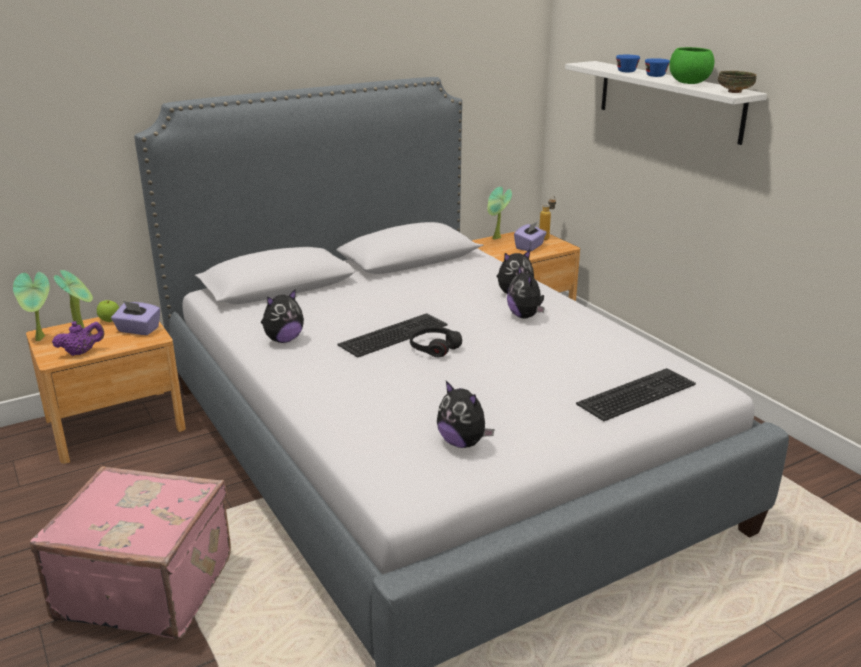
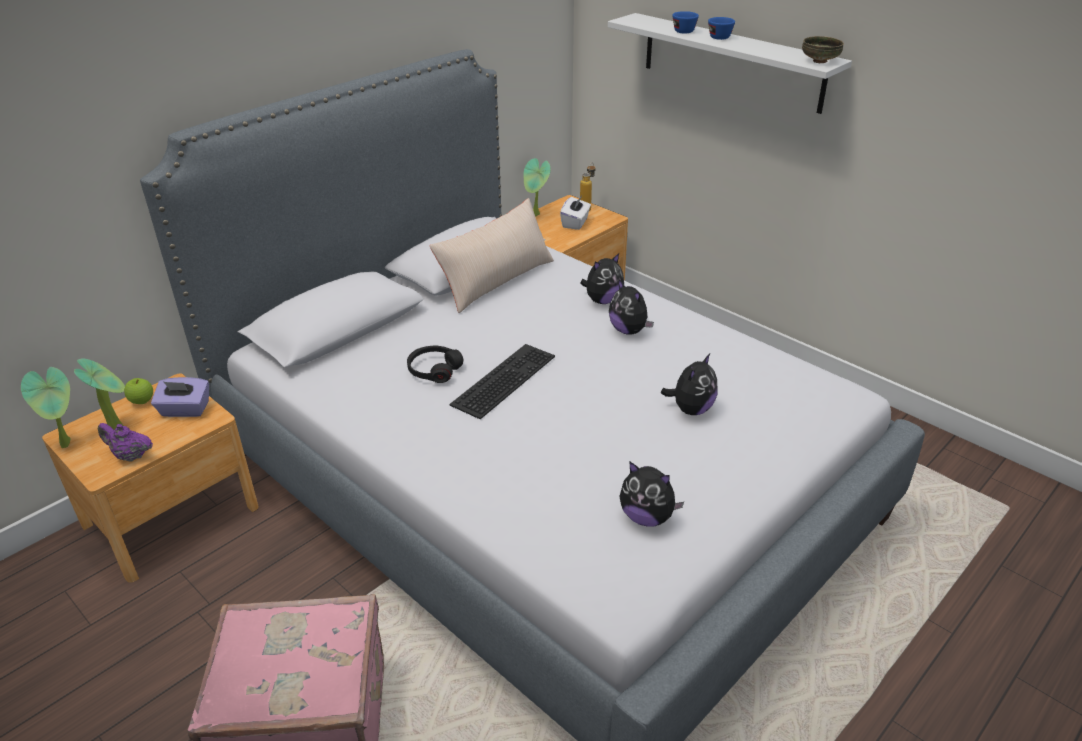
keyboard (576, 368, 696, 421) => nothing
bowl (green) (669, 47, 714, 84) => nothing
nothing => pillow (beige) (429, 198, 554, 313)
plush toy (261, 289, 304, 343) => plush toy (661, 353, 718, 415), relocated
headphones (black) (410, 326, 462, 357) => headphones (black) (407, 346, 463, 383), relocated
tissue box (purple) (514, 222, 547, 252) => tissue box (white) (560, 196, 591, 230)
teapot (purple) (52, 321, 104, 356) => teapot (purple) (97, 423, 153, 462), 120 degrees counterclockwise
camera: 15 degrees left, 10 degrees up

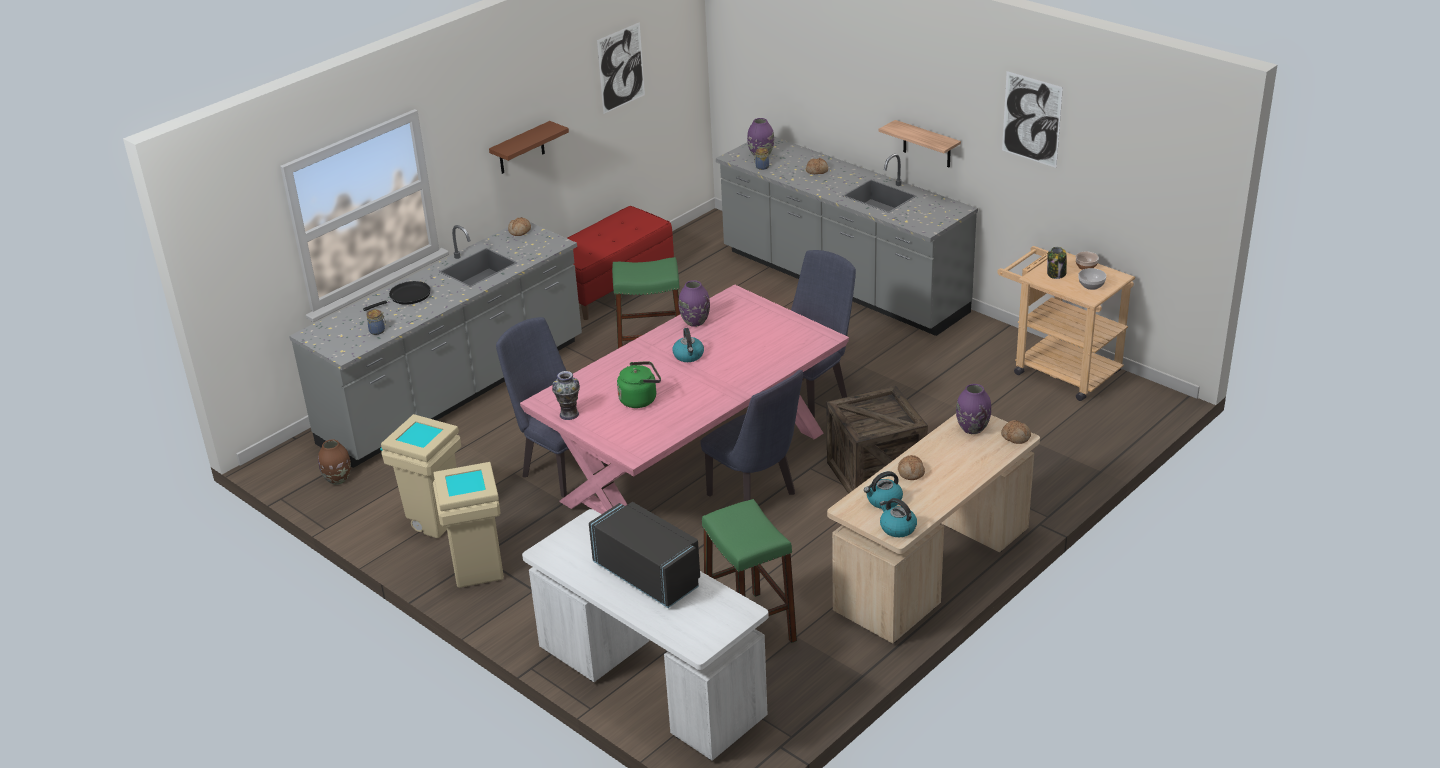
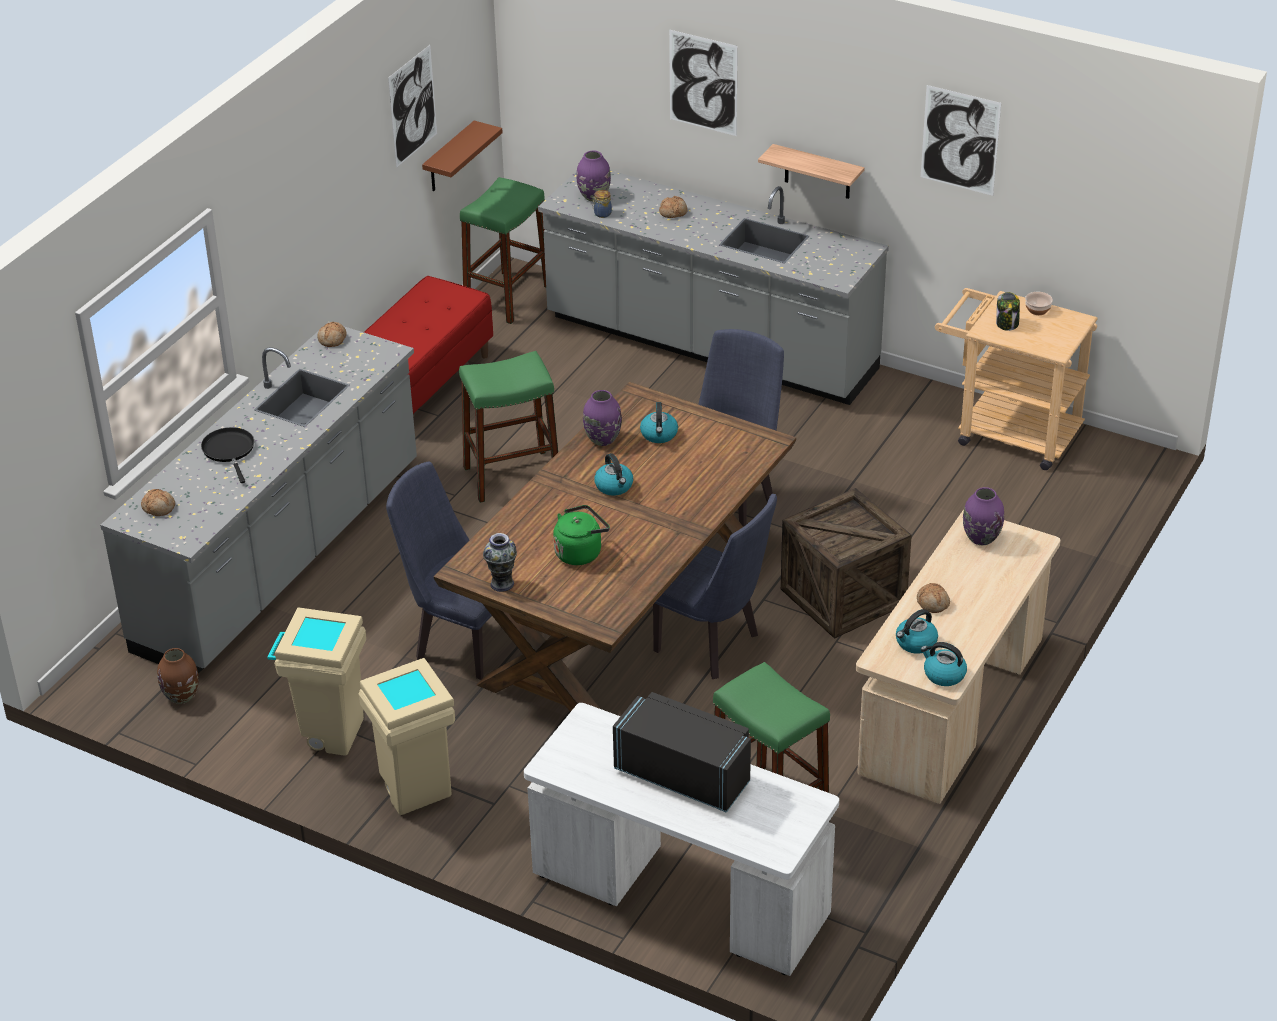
jar (366, 310, 386, 335) => nothing
bowl (1079, 268, 1106, 290) => nothing
nothing => stool (green) (460, 177, 546, 324)
nothing => kettle (640, 402, 678, 443)
nothing => picture (669, 30, 738, 136)
shelf (brown) (489, 121, 569, 174) => shelf (brown) (422, 121, 503, 191), relocated
bread (1001, 420, 1031, 444) => bread (141, 489, 175, 516), relocated
dining table (pink) (520, 284, 849, 514) => dining table (brown) (434, 382, 796, 712)
frying pan (black) (363, 281, 431, 311) => frying pan (black) (201, 427, 254, 483), 60 degrees counterclockwise
camera: 15 degrees left, 5 degrees up

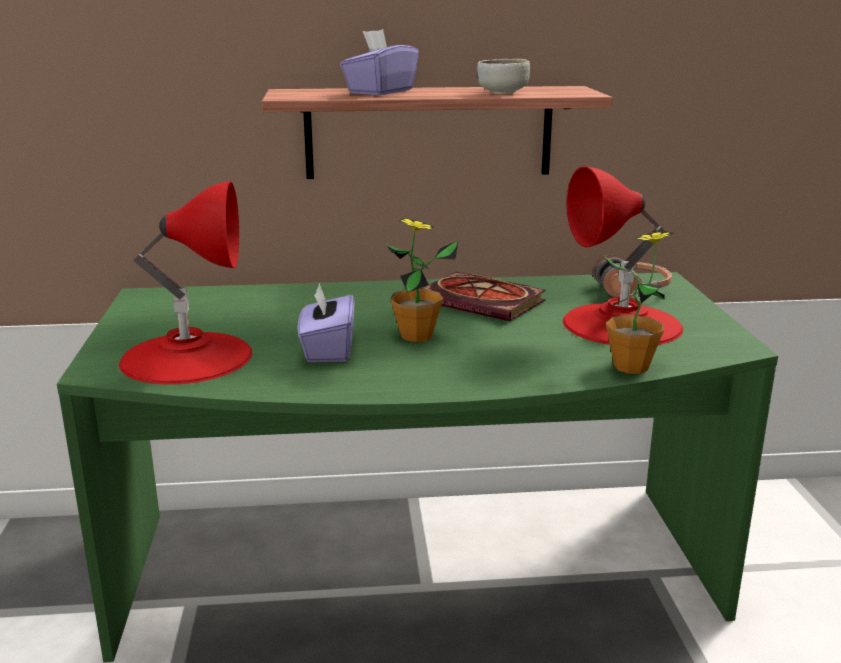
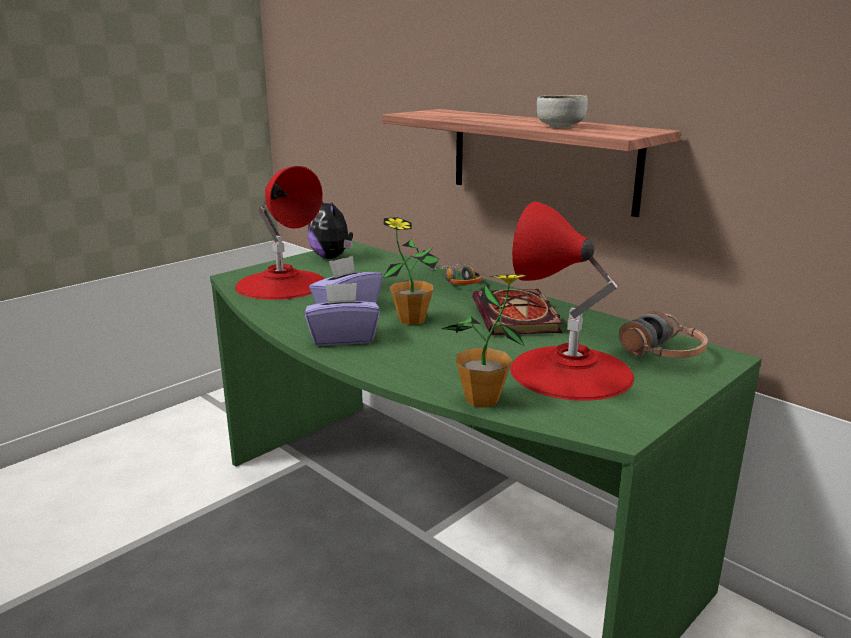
nothing => plush toy (308, 201, 353, 259)
nothing => headphones (429, 263, 482, 285)
tissue box (purple) (340, 29, 419, 95) => tissue box (purple) (305, 283, 380, 346), relocated
camera: 50 degrees right, 0 degrees up

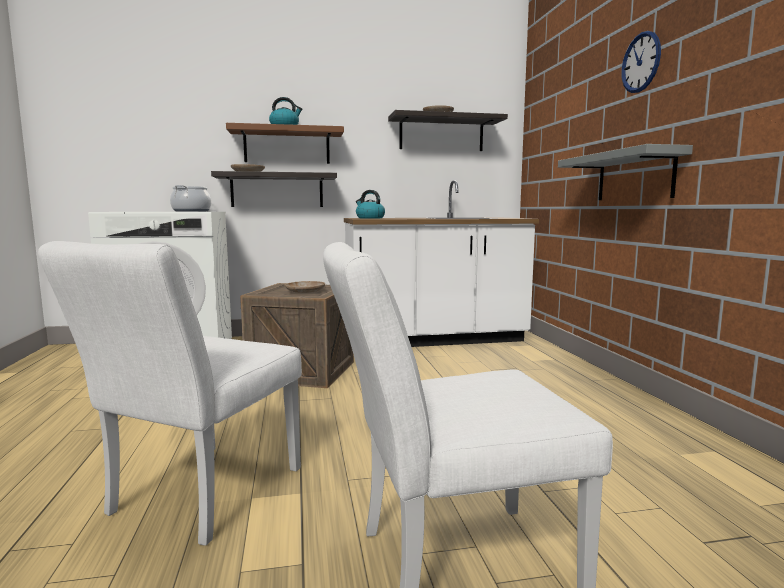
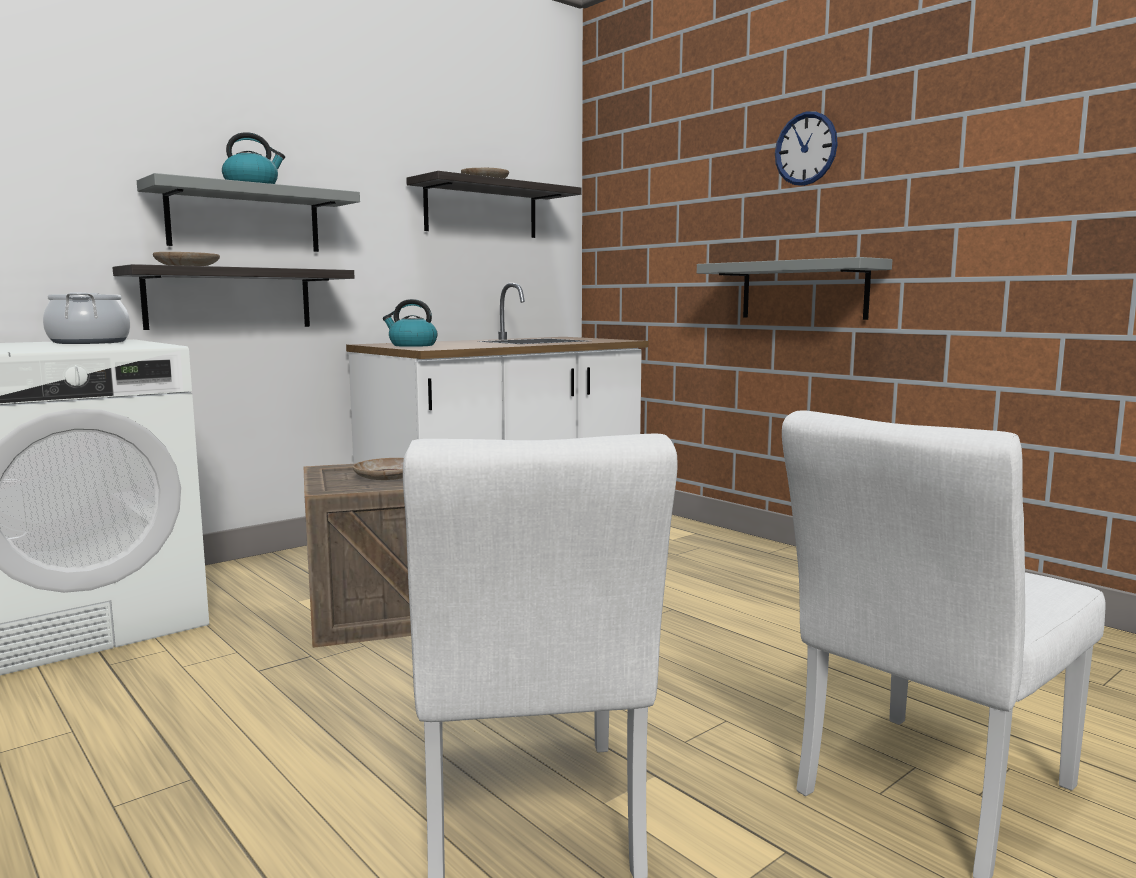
shelf (brown) (226, 123, 344, 164) => shelf (grey) (137, 173, 360, 252)
camera: 30 degrees left, 0 degrees up

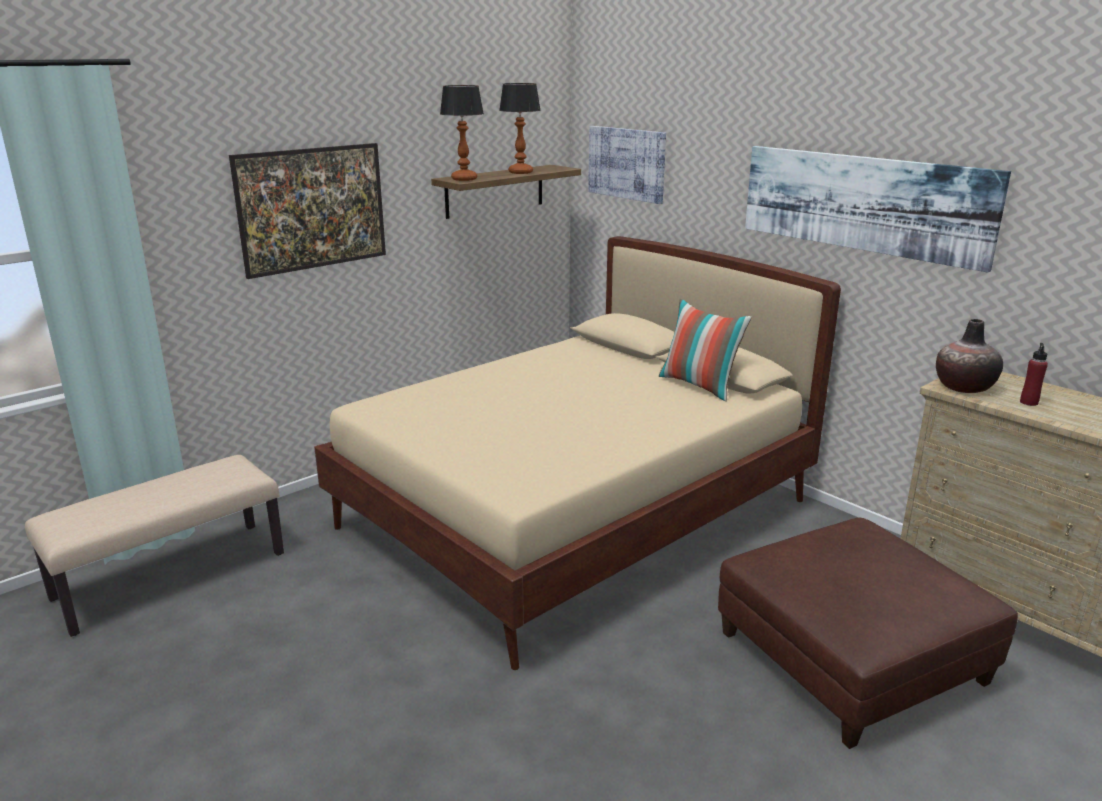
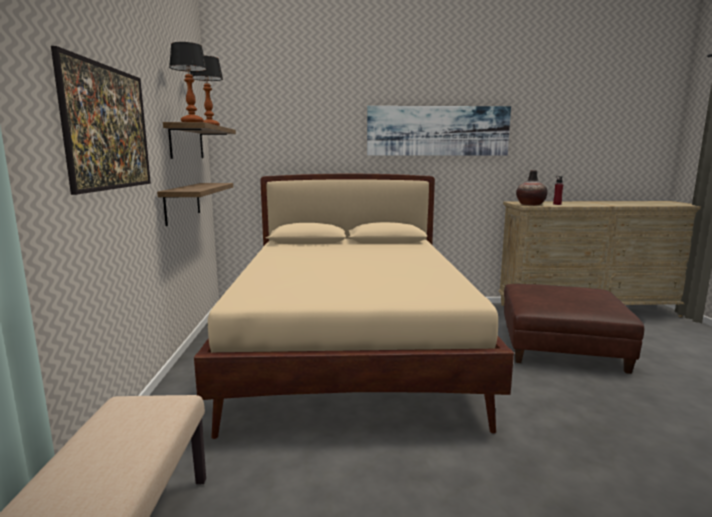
picture (588, 126, 666, 204) => nothing
pillow (659, 299, 752, 401) => nothing
nothing => shelf (157, 183, 233, 226)
camera: 50 degrees left, 10 degrees down

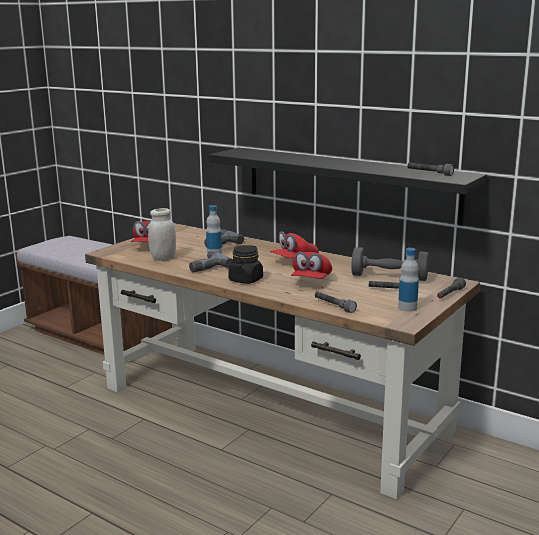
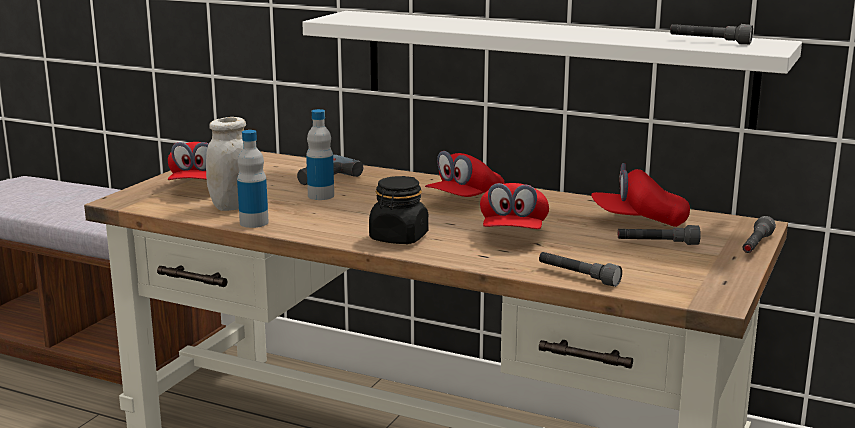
power drill (189, 251, 233, 272) => nothing
bottle (398, 248, 419, 312) => bottle (237, 130, 269, 228), relocated
dumbbell (grey) (351, 247, 429, 281) => cap (red) (591, 163, 690, 227)
shelf (black) (209, 148, 487, 226) => shelf (white) (302, 11, 802, 129)
camera: 10 degrees left, 0 degrees up

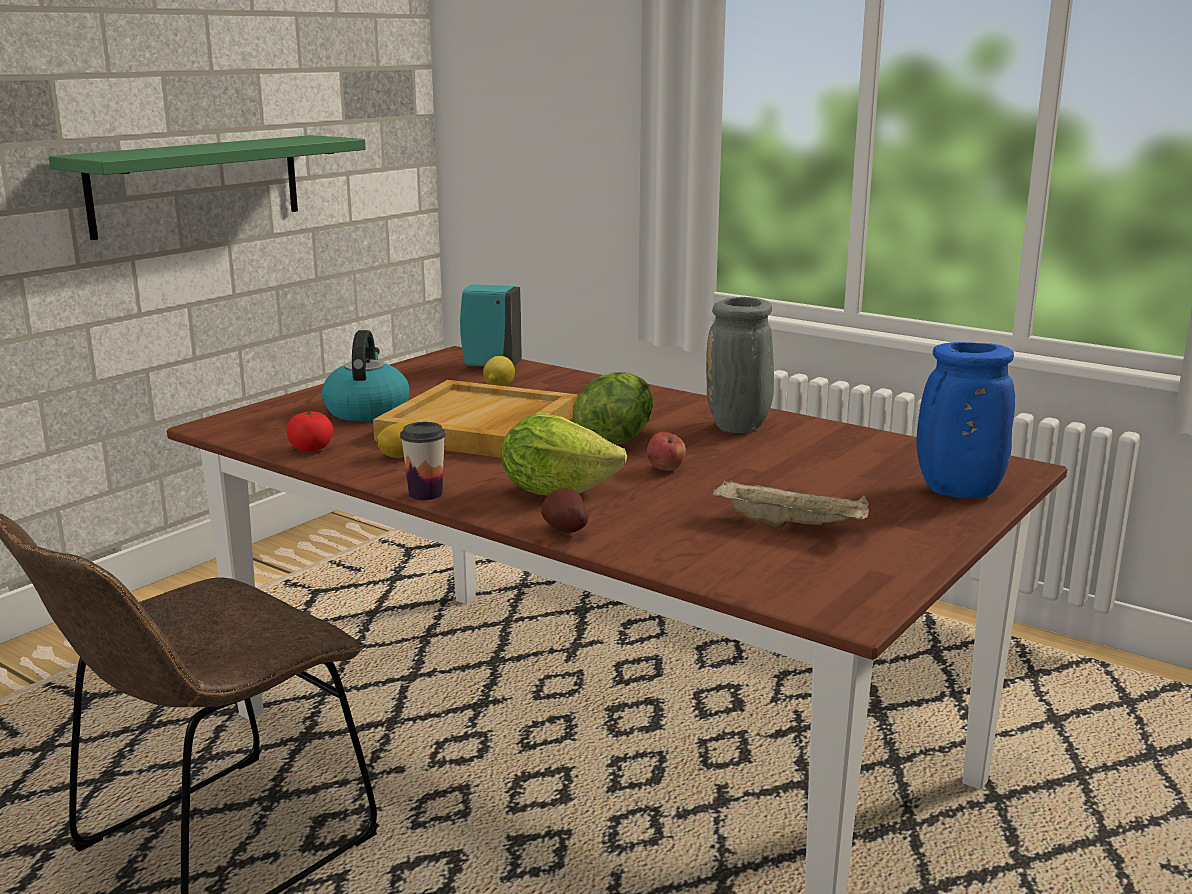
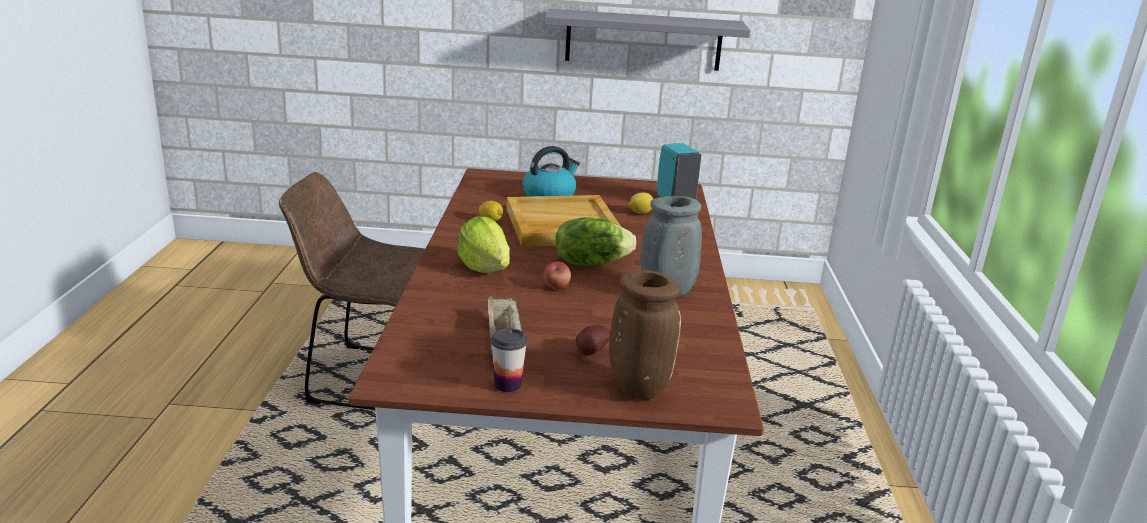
tomato (287, 411, 333, 452) => nothing
cup (400, 422, 446, 500) => cup (491, 328, 527, 392), relocated
potato (541, 488, 588, 533) => potato (576, 325, 610, 356), relocated
shelf (green) (49, 135, 366, 240) => shelf (grey) (544, 9, 750, 71)
vase (blue) (917, 342, 1015, 498) => vase (brown) (609, 270, 681, 400)
camera: 55 degrees right, 5 degrees up

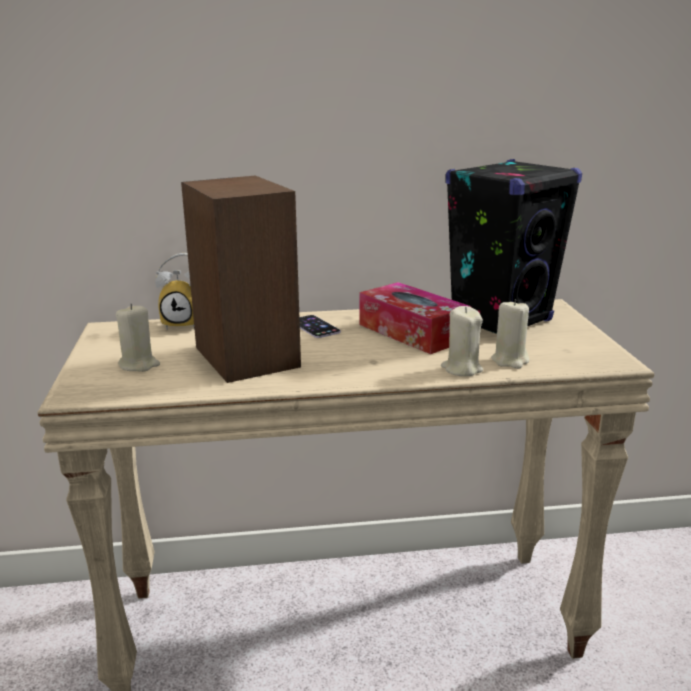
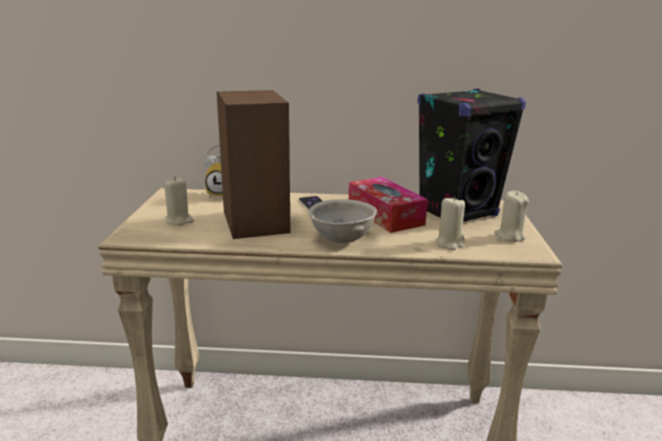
nothing => bowl (grey) (308, 199, 377, 243)
candle (beige) (441, 306, 483, 376) => candle (beige) (494, 191, 529, 242), relocated
camera: 10 degrees right, 0 degrees up

